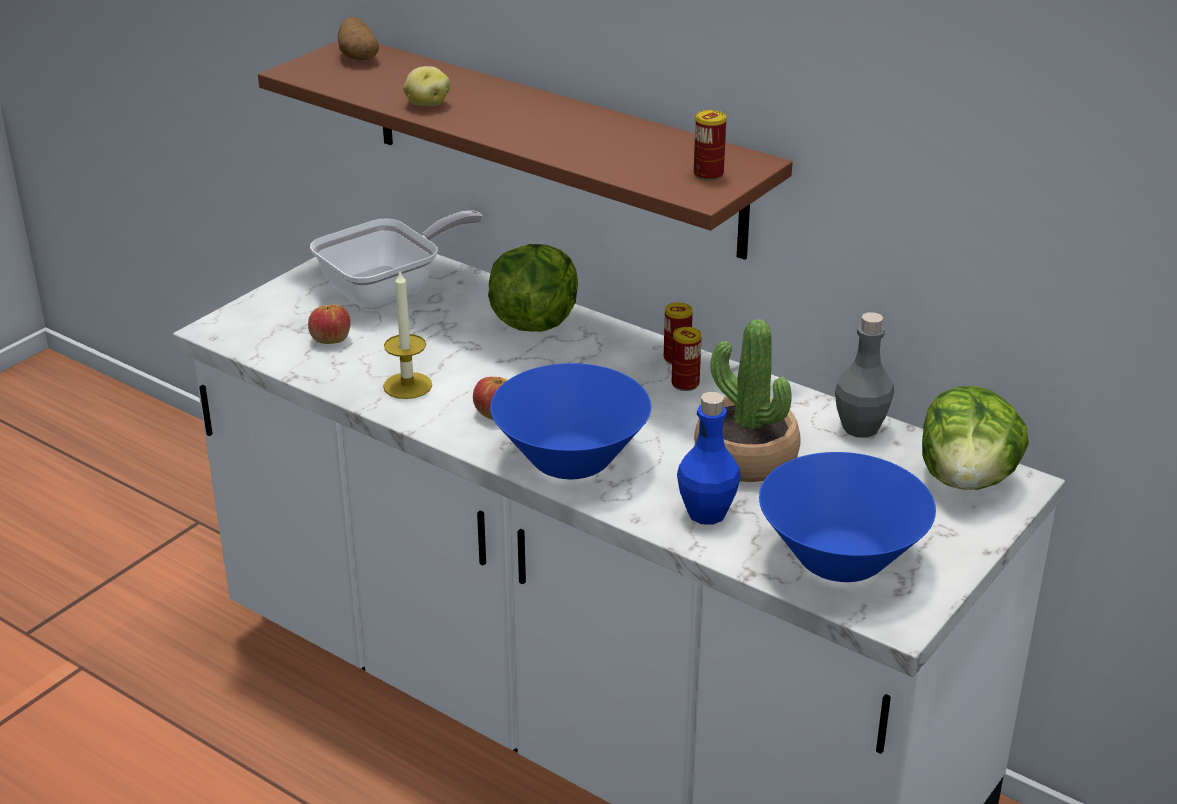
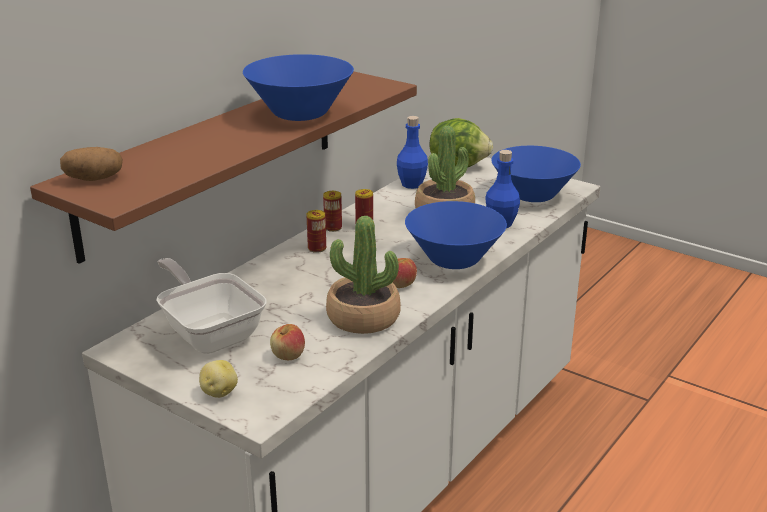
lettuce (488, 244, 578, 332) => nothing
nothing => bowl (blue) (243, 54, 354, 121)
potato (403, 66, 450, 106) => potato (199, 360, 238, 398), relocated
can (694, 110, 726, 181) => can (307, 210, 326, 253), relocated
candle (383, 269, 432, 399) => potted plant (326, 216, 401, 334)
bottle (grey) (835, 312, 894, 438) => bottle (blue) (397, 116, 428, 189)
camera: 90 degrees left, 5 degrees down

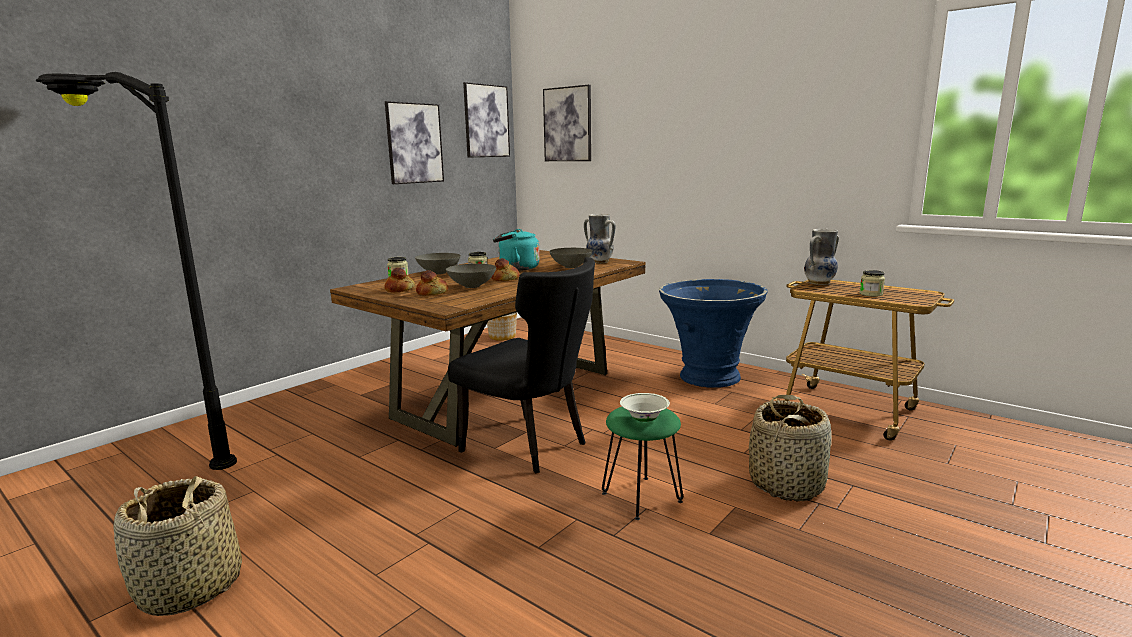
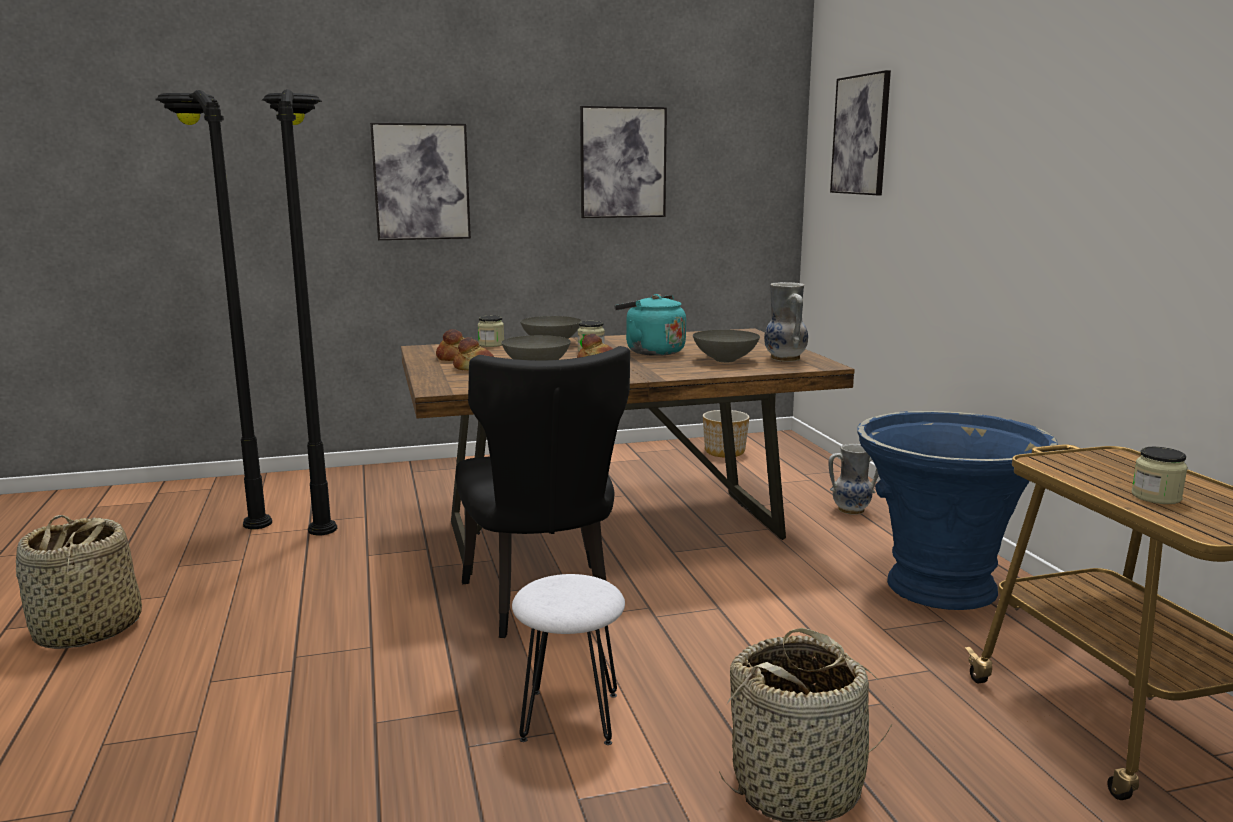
bowl (white) (620, 393, 670, 422) => nothing
nothing => floor lamp (black) (262, 89, 337, 536)
picture (463, 82, 510, 157) => picture (370, 122, 471, 240), relocated
vase (804, 229, 839, 285) => vase (829, 444, 879, 515), relocated
stool (green) (602, 407, 683, 520) => stool (white) (512, 574, 625, 745)
camera: 35 degrees right, 0 degrees up

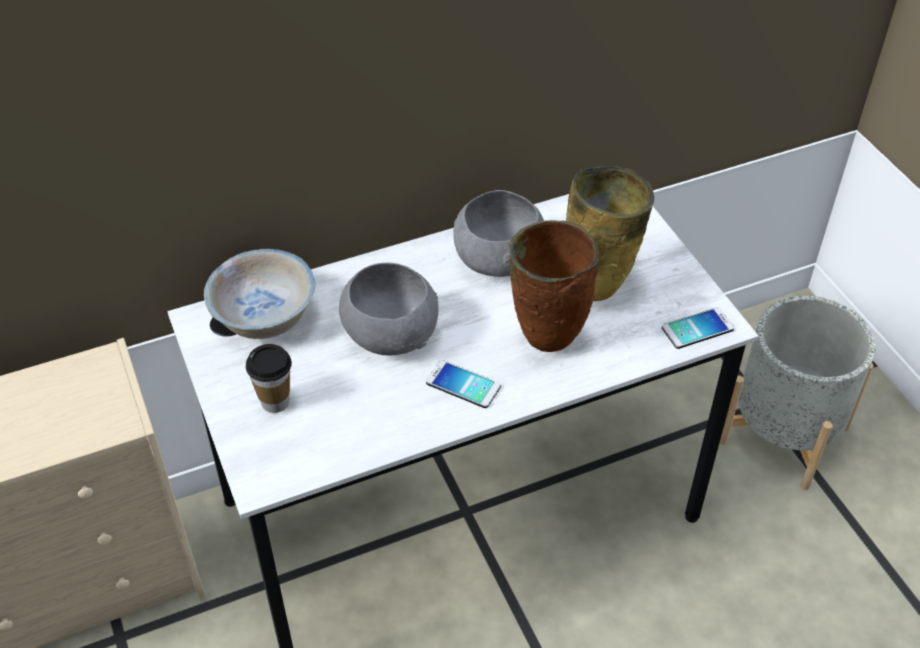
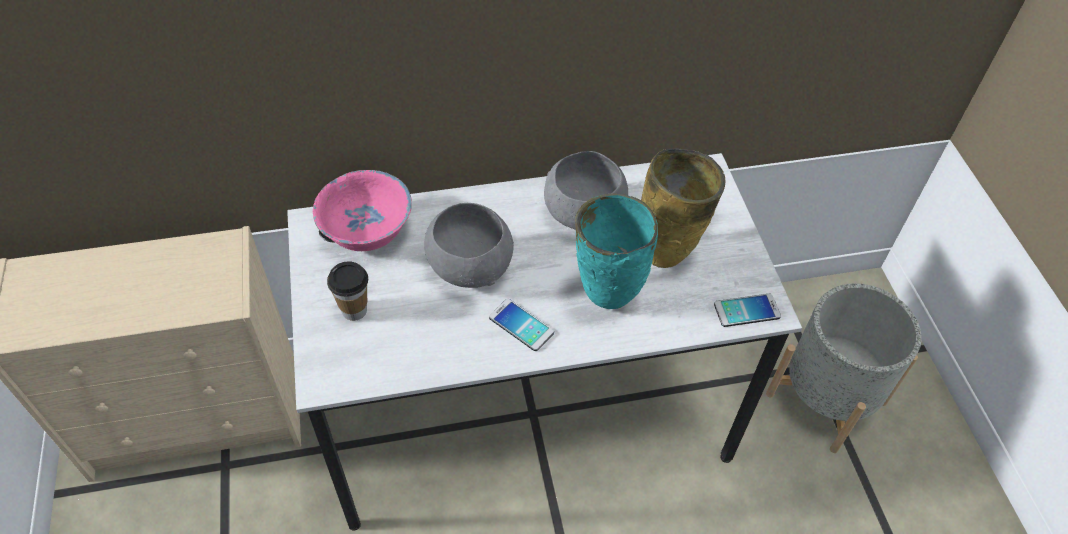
bowl (white) (204, 249, 315, 339) => bowl (pink) (313, 170, 412, 251)
vase (brown) (509, 220, 599, 352) => vase (turquoise) (575, 194, 658, 309)
camera: 10 degrees right, 5 degrees up

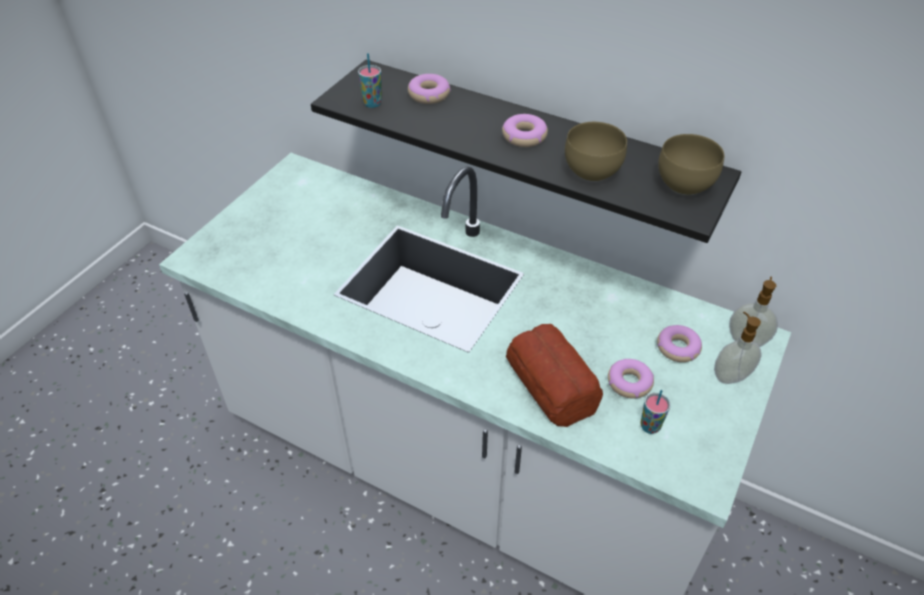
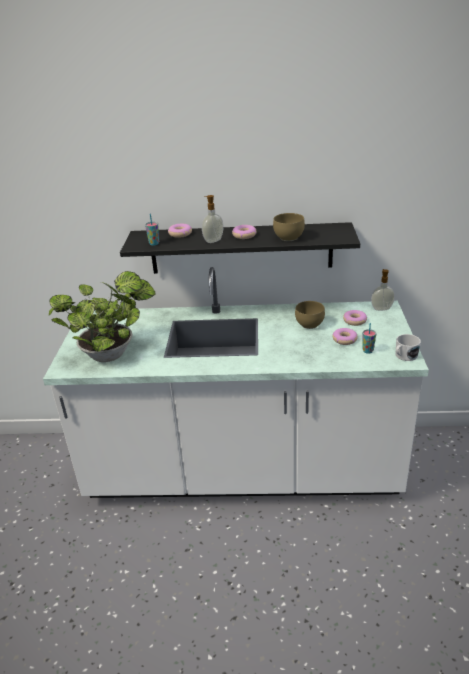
bread (506, 324, 603, 427) => nothing
nothing => potted plant (49, 271, 155, 362)
nothing => mug (white) (395, 334, 421, 361)
bowl (brown) (658, 134, 724, 195) => bowl (brown) (295, 301, 325, 329), relocated
soap dispenser (714, 312, 762, 384) => soap dispenser (202, 195, 224, 243), relocated
camera: 25 degrees left, 15 degrees down

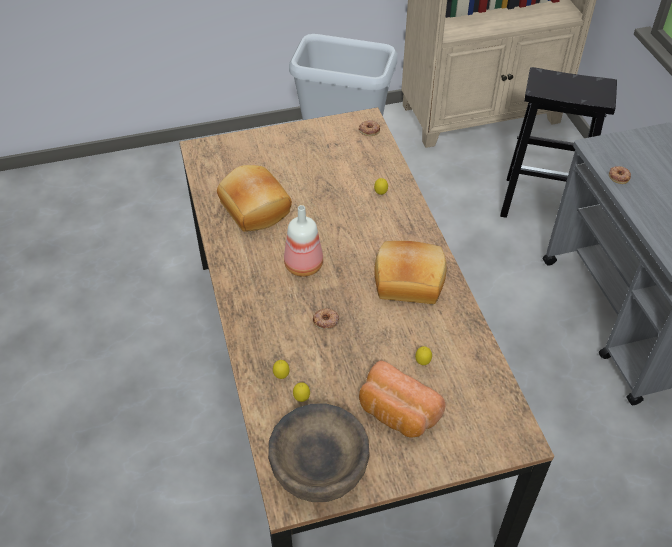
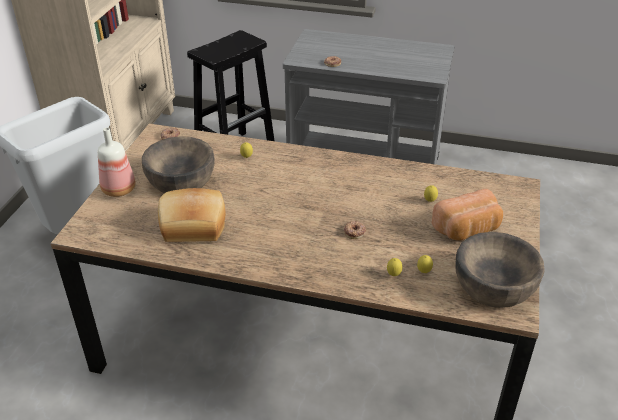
bread (374, 241, 446, 304) => nothing
nothing => bowl (brown) (142, 136, 215, 193)
bottle (284, 205, 323, 277) => bottle (98, 128, 136, 197), relocated
camera: 60 degrees left, 10 degrees down

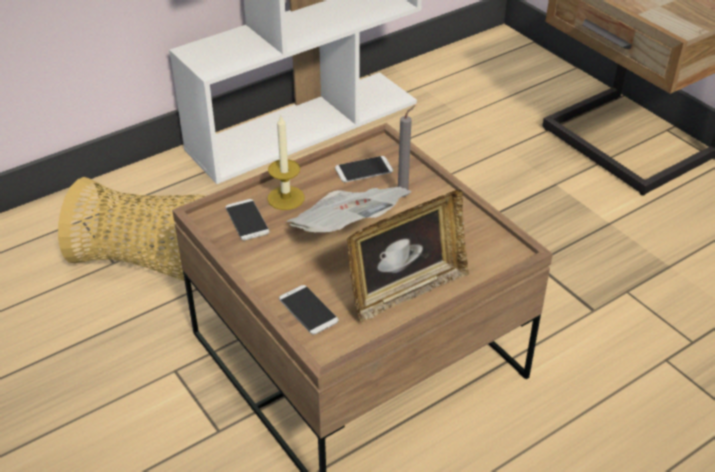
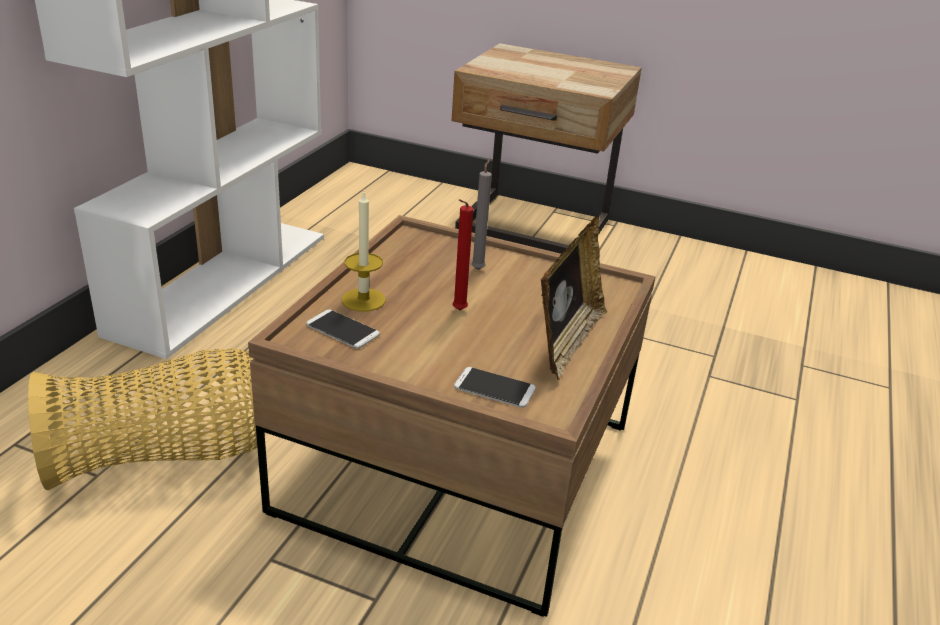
phone (335, 156, 393, 182) => nothing
newspaper (286, 187, 411, 232) => candle (red) (453, 199, 473, 310)
camera: 35 degrees left, 10 degrees down

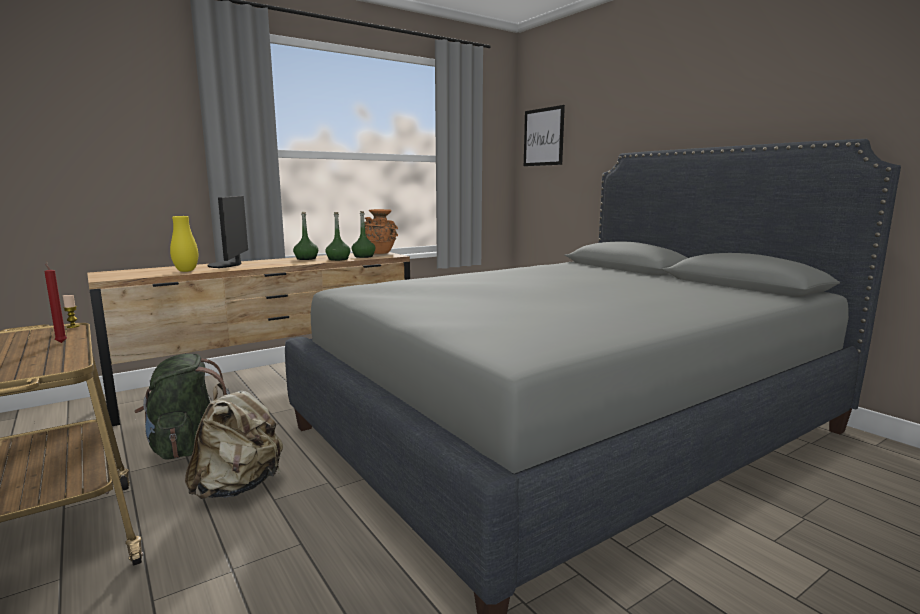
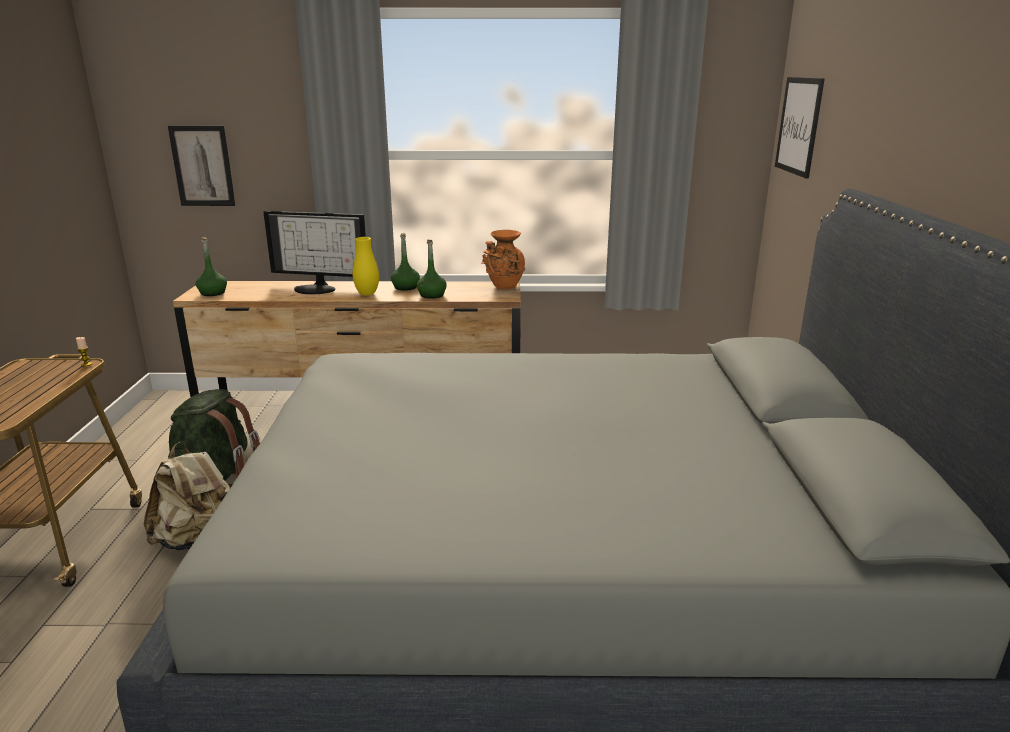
candle (red) (44, 261, 67, 343) => nothing
nothing => picture (168, 126, 235, 206)
vase (yellow) (170, 216, 198, 272) => vase (yellow) (353, 237, 379, 296), relocated
bottle (green) (352, 211, 375, 258) => bottle (green) (195, 237, 227, 296), relocated
monitor (208, 196, 248, 268) => monitor (263, 211, 366, 295), 105 degrees counterclockwise
camera: 35 degrees right, 10 degrees up

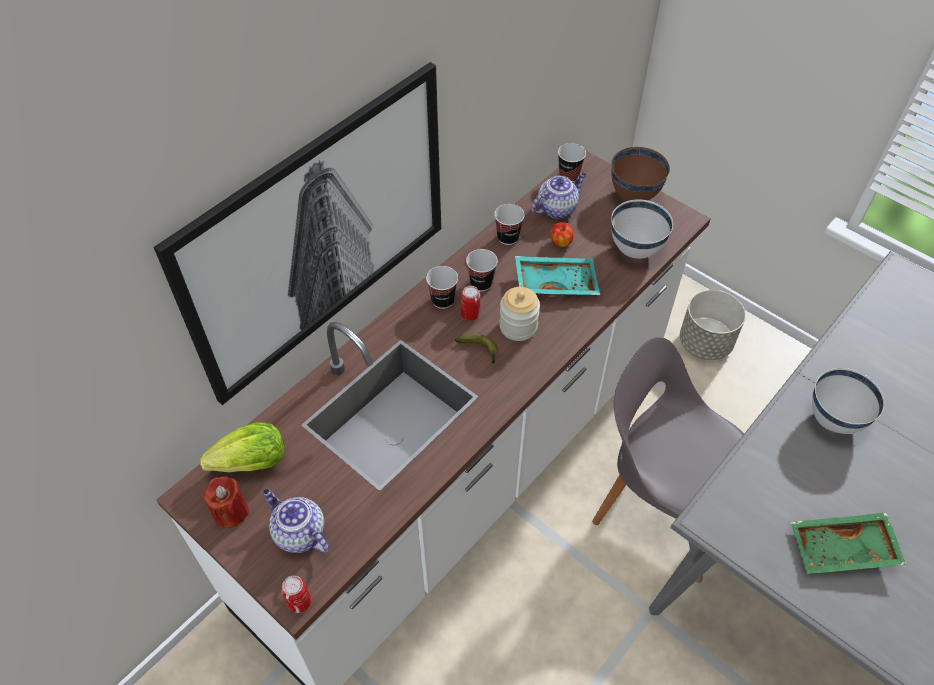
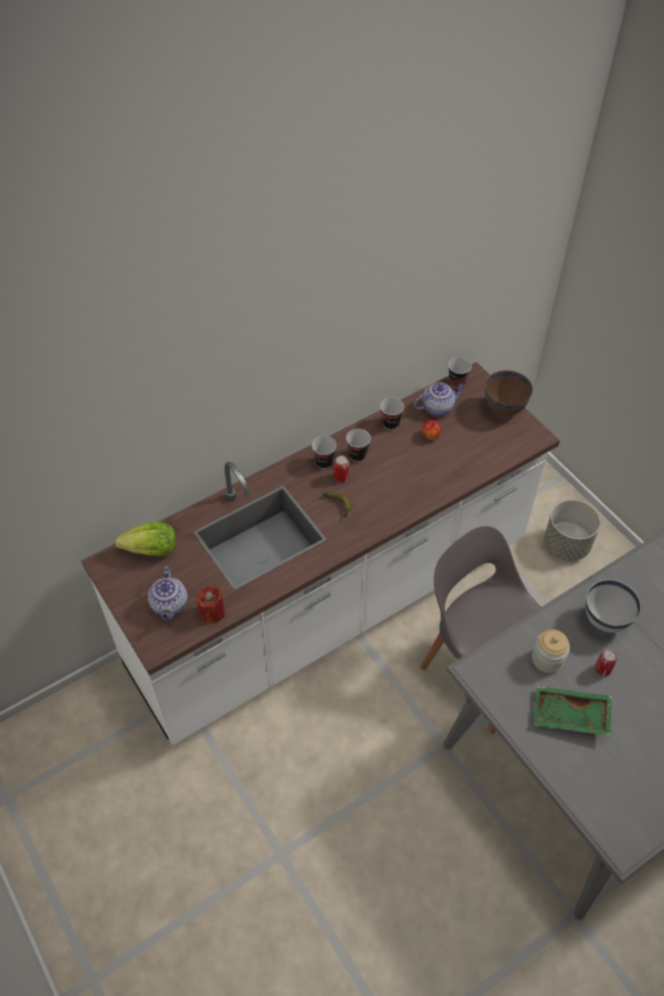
picture (154, 62, 441, 405) => nothing
tray (turquoise) (515, 256, 600, 296) => nothing
bowl (white) (611, 199, 673, 259) => nothing
candle (red) (204, 477, 249, 529) => candle (red) (197, 585, 225, 623), relocated
can (281, 576, 311, 613) => can (595, 649, 617, 676), relocated
jar (499, 287, 540, 341) => jar (532, 629, 570, 673), relocated
teapot (263, 489, 329, 554) => teapot (148, 566, 188, 621), 150 degrees counterclockwise
camera: 15 degrees right, 0 degrees up

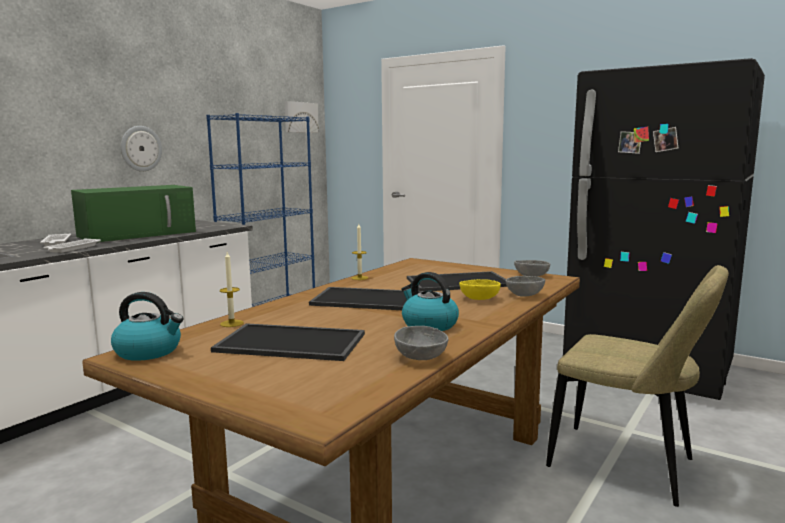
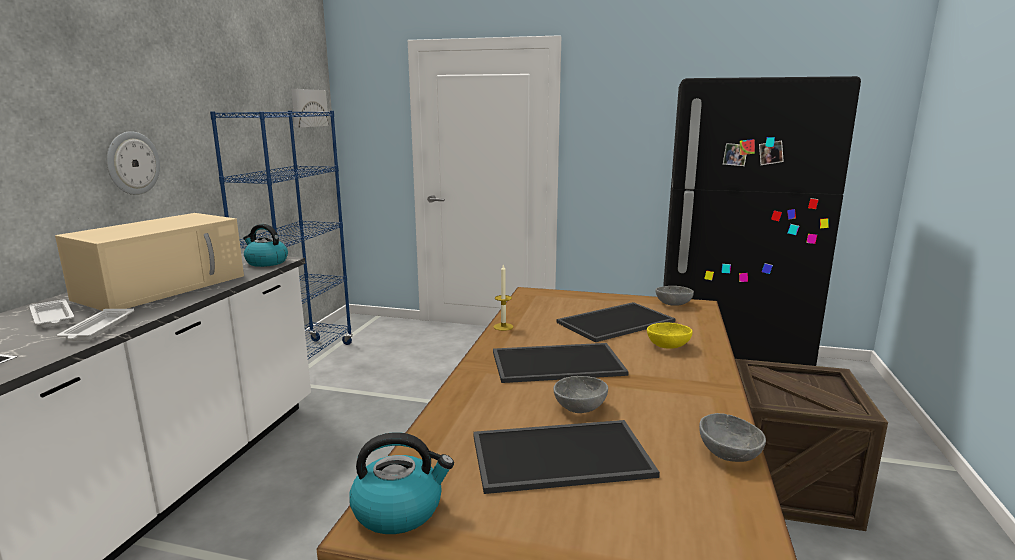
candle (220, 252, 243, 327) => nothing
kettle (402, 272, 459, 331) => kettle (243, 224, 288, 267), relocated
bowl (grey) (506, 276, 545, 297) => bowl (grey) (553, 376, 608, 413), relocated
chair (beige) (546, 265, 729, 507) => crate (735, 359, 888, 531)
microwave (green) (71, 185, 196, 242) => microwave (beige) (55, 213, 244, 311)
camera: 20 degrees left, 5 degrees up

